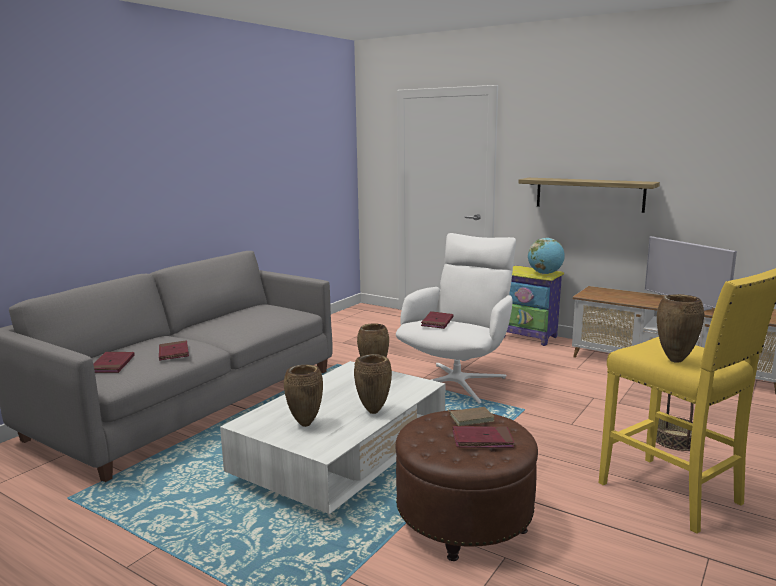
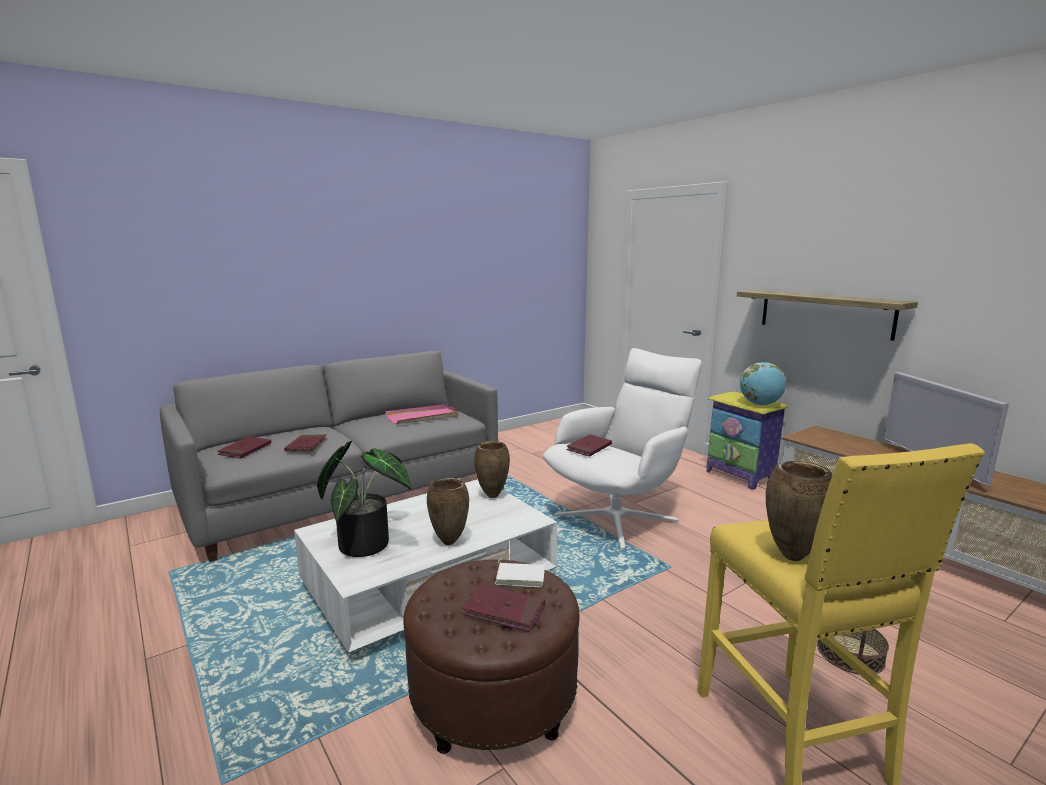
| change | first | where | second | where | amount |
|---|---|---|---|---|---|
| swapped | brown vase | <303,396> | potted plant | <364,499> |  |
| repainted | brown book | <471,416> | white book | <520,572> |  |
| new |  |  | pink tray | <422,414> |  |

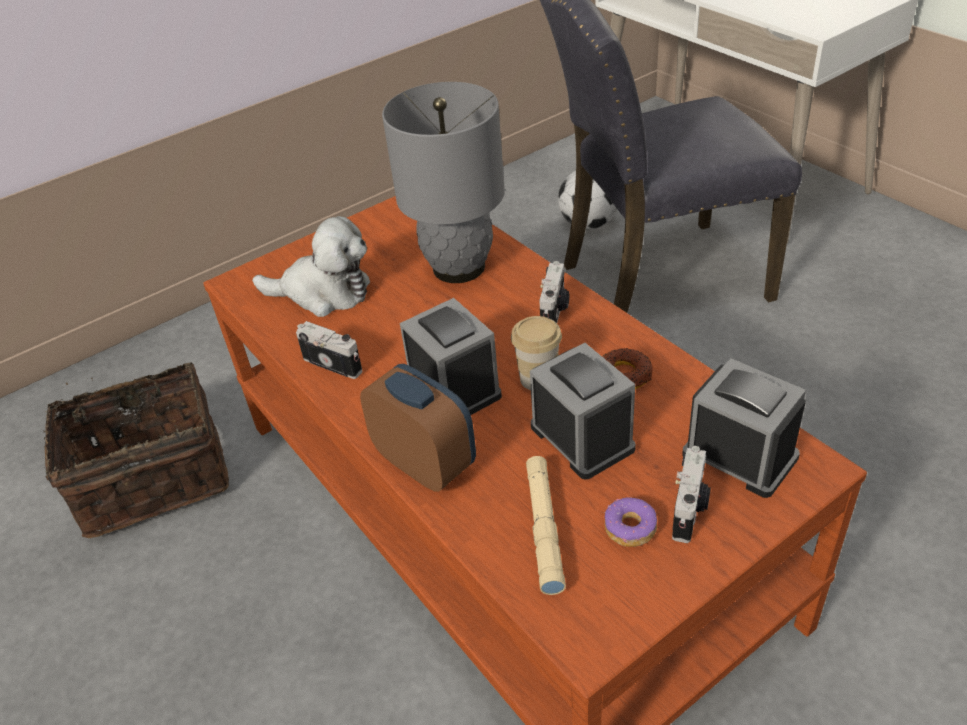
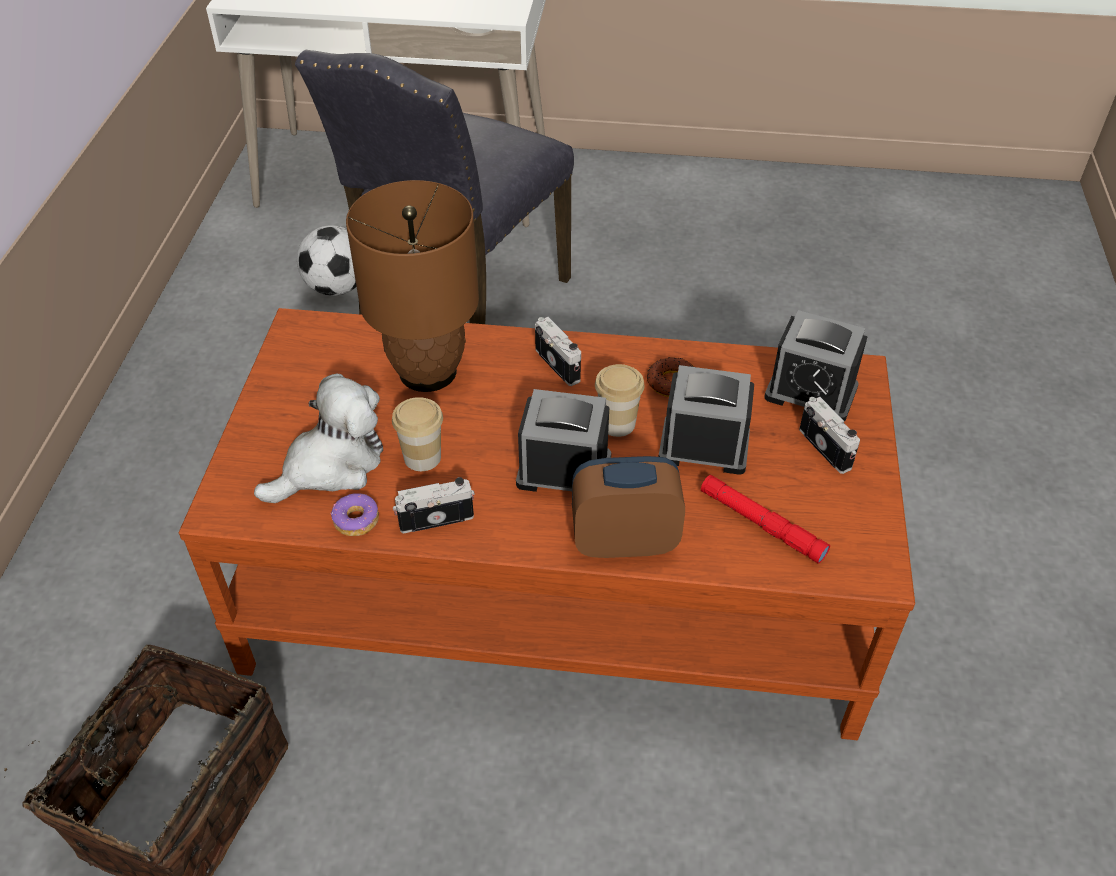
| change | first | where | second | where | amount |
|---|---|---|---|---|---|
| repainted | grey table lamp | <443,182> | brown table lamp | <412,286> |  |
| rotated | alarm clock | <744,428> |  | <816,365> | 150 degrees counterclockwise |
| repainted | beige flashlight | <546,525> | red flashlight | <765,519> |  |
| shifted | donut | <631,522> |  | <355,514> |  |
| new |  |  | cup | <417,434> |  |

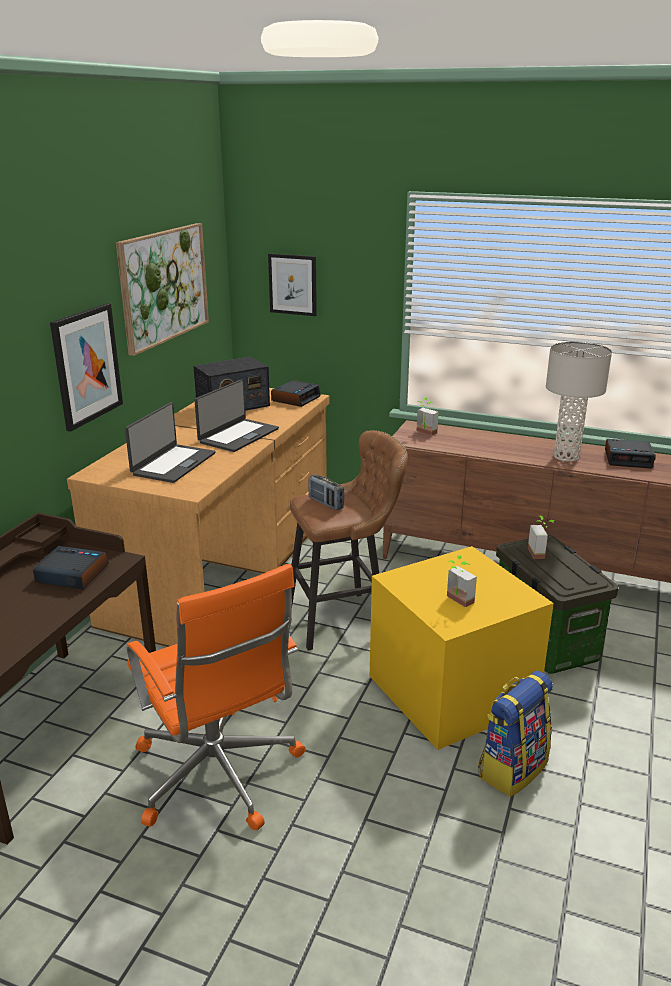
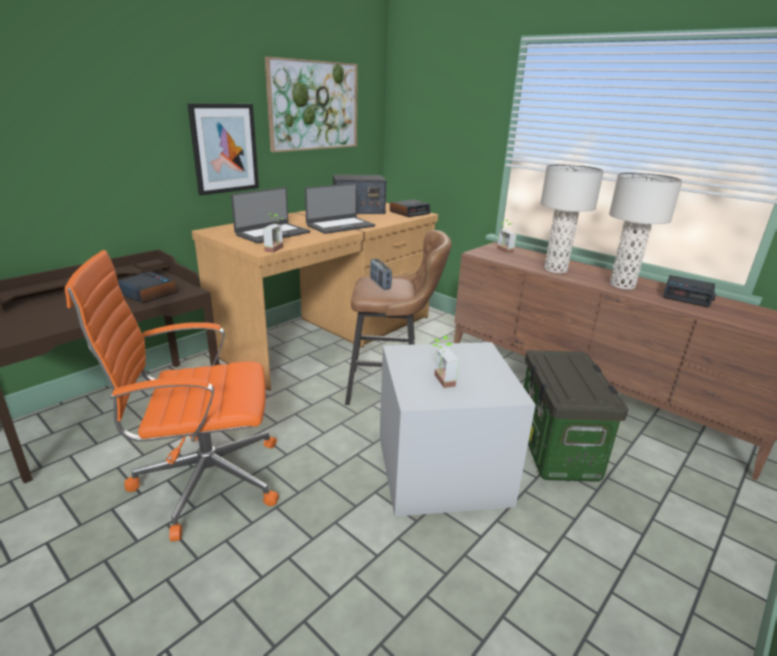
| change | first | where | second | where | amount |
|---|---|---|---|---|---|
| gone | picture | <292,284> |  |  |  |
| shifted | potted plant | <541,537> |  | <273,233> |  |
| repainted | yellow storage box | <462,648> | grey storage box | <458,429> |  |
| rotated | orange office chair | <216,697> |  | <172,396> | 90 degrees clockwise |
| gone | backpack | <515,734> |  |  |  |
| new |  |  | white table lamp | <572,218> |  |

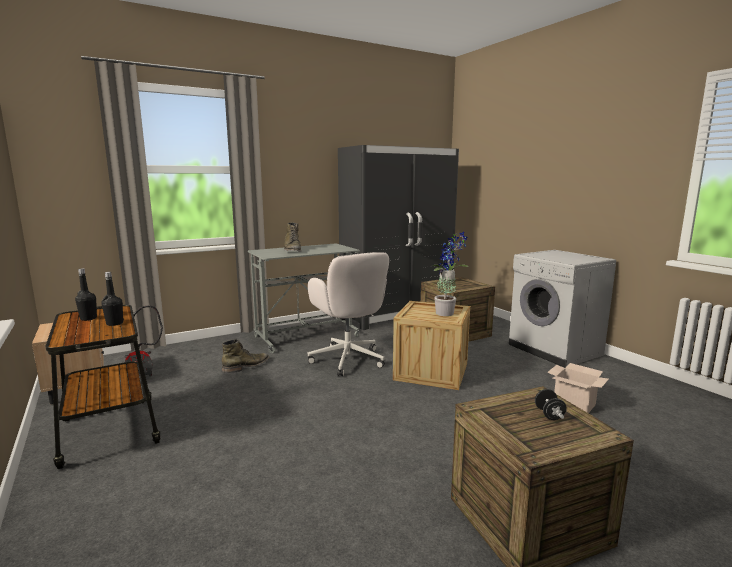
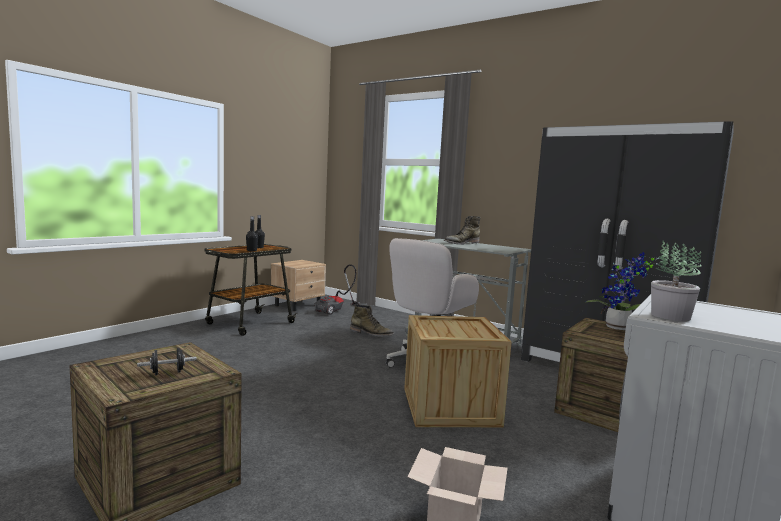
| change | first | where | second | where | amount |
|---|---|---|---|---|---|
| shifted | potted plant | <445,296> |  | <676,280> |  |

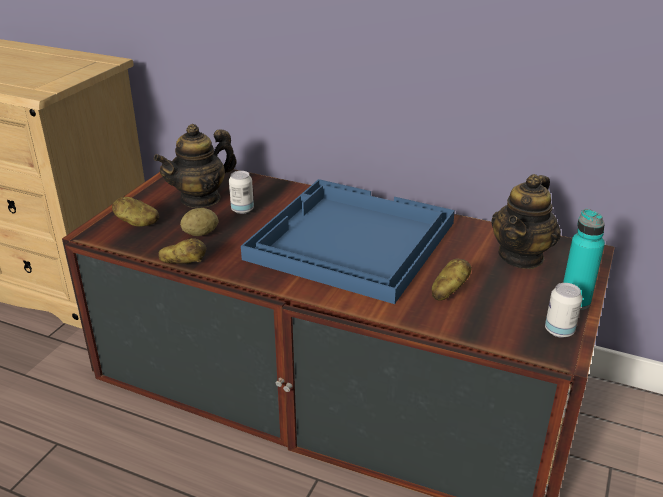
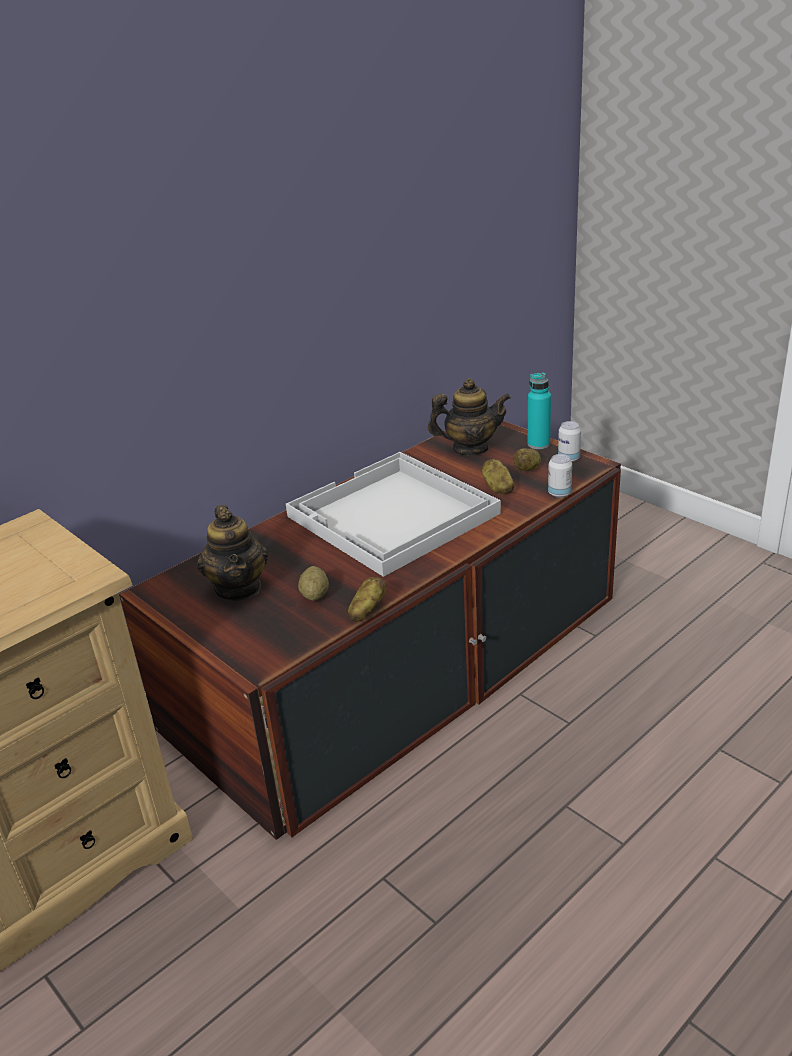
| change | first | where | second | where | amount |
|---|---|---|---|---|---|
| shifted | can | <241,192> |  | <560,476> |  |
| rotated | teapot | <526,221> |  | <469,417> | 60 degrees counterclockwise |
| repainted | blue tray | <348,241> | white tray | <393,514> |  |
| shifted | potato | <135,212> |  | <527,460> |  |

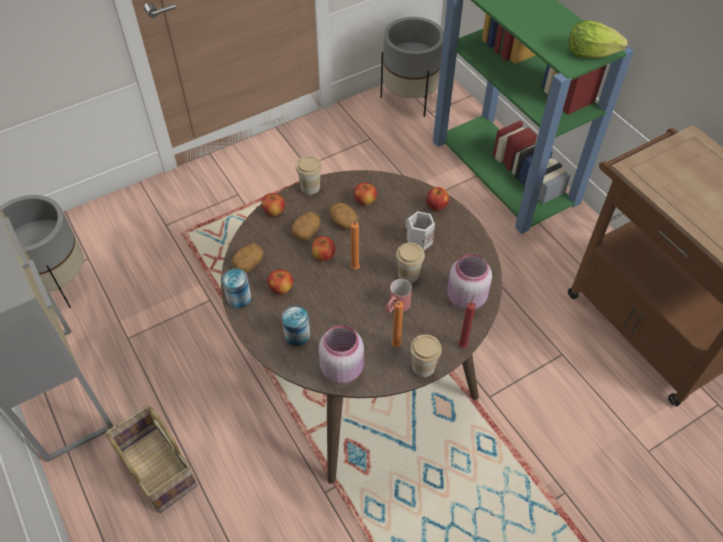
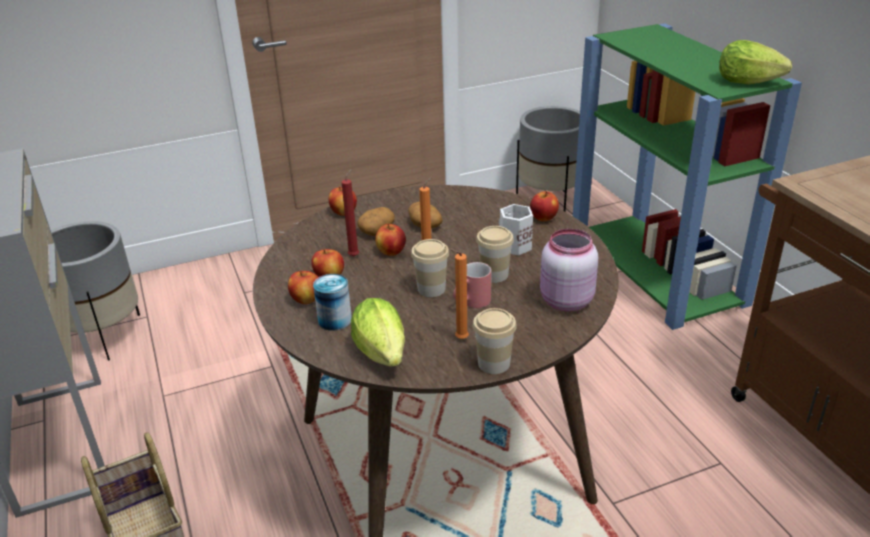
| change | first | where | second | where | amount |
|---|---|---|---|---|---|
| shifted | cup | <309,175> |  | <430,268> |  |
| shifted | apple | <365,194> |  | <303,287> |  |
| gone | potato | <247,258> |  |  |  |
| gone | can | <237,288> |  |  |  |
| shifted | red candle | <467,321> |  | <350,213> |  |
| swapped | pink jar | <341,354> | lettuce | <378,332> |  |

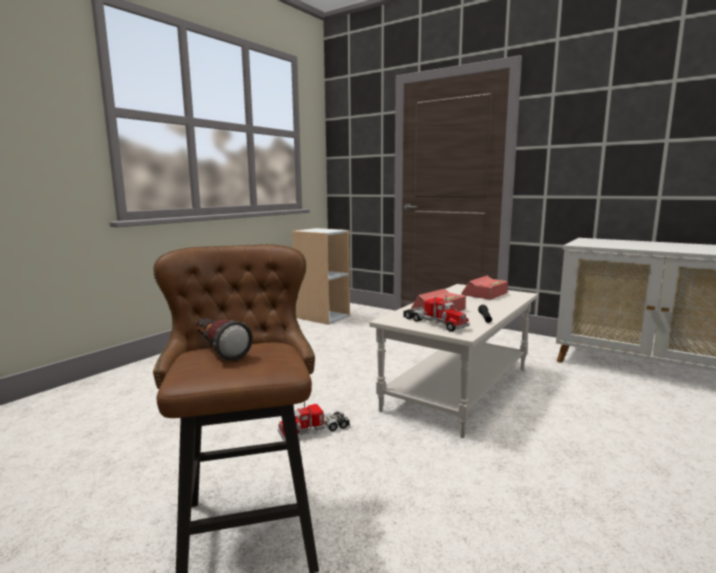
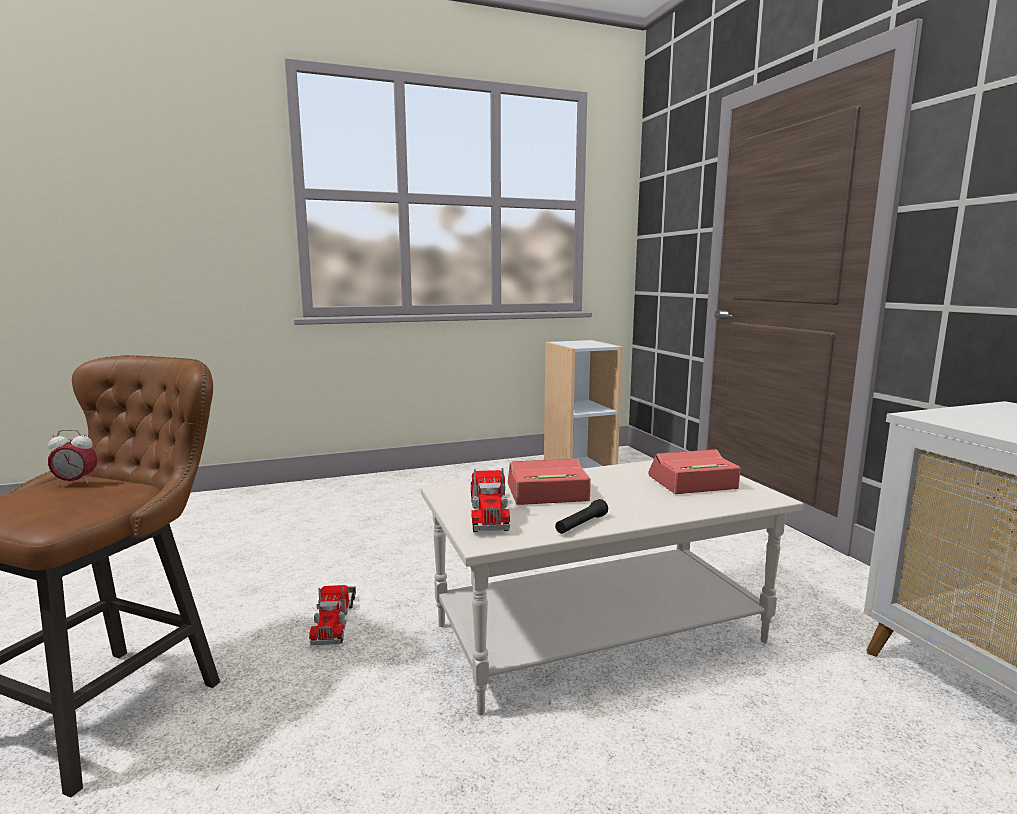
| change | first | where | second | where | amount |
|---|---|---|---|---|---|
| swapped | flashlight | <224,339> | alarm clock | <72,457> |  |
| rotated | toy truck | <314,421> |  | <332,615> | 105 degrees counterclockwise |

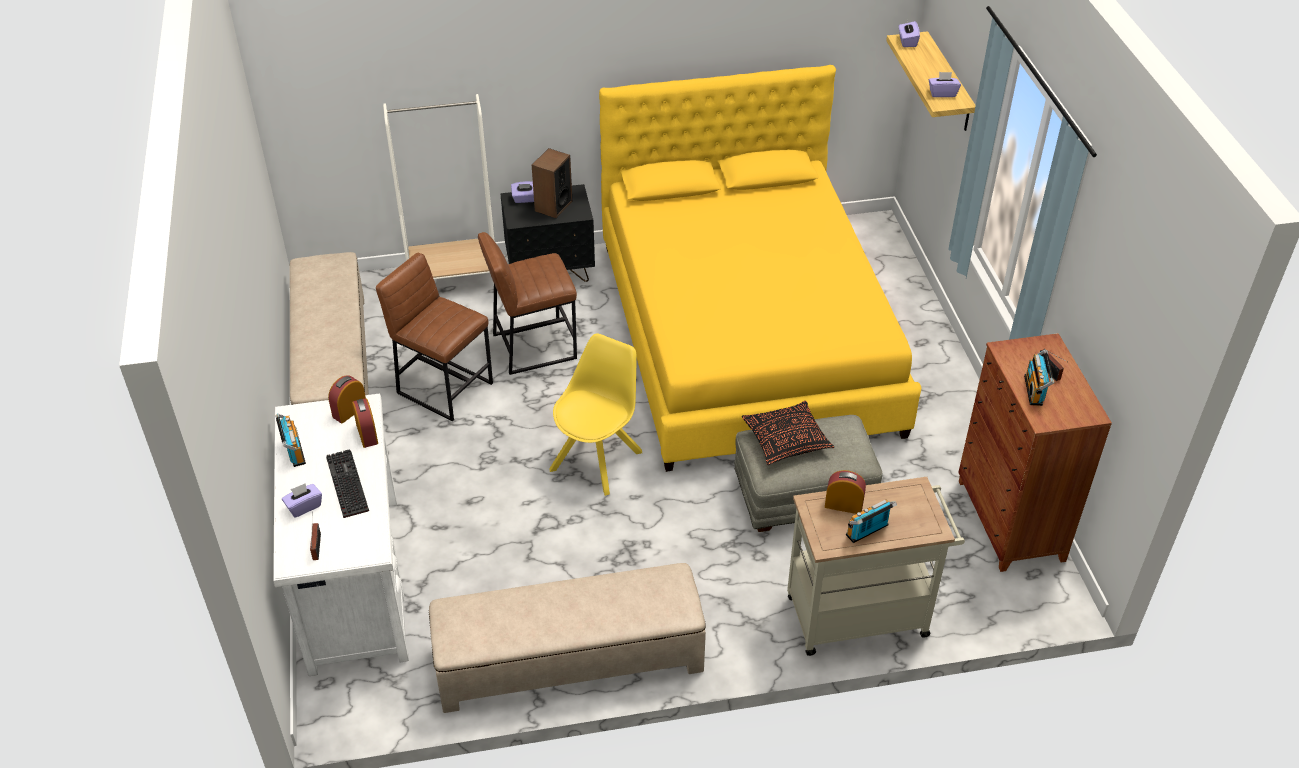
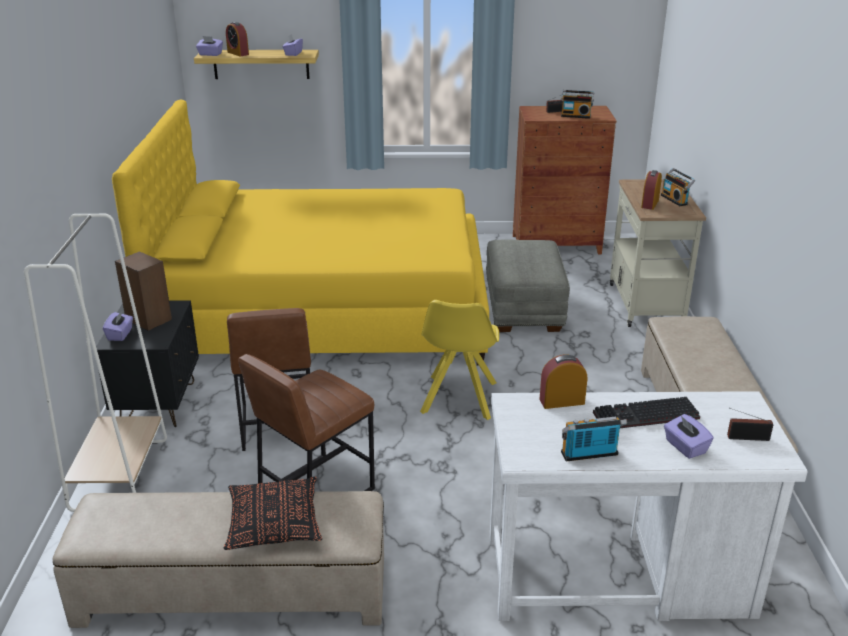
| change | first | where | second | where | amount |
|---|---|---|---|---|---|
| rotated | yellow chair | <595,415> |  | <459,360> | 120 degrees counterclockwise |
| shifted | alarm clock | <347,399> |  | <237,39> |  |
| shifted | black pillow | <788,433> |  | <273,513> |  |

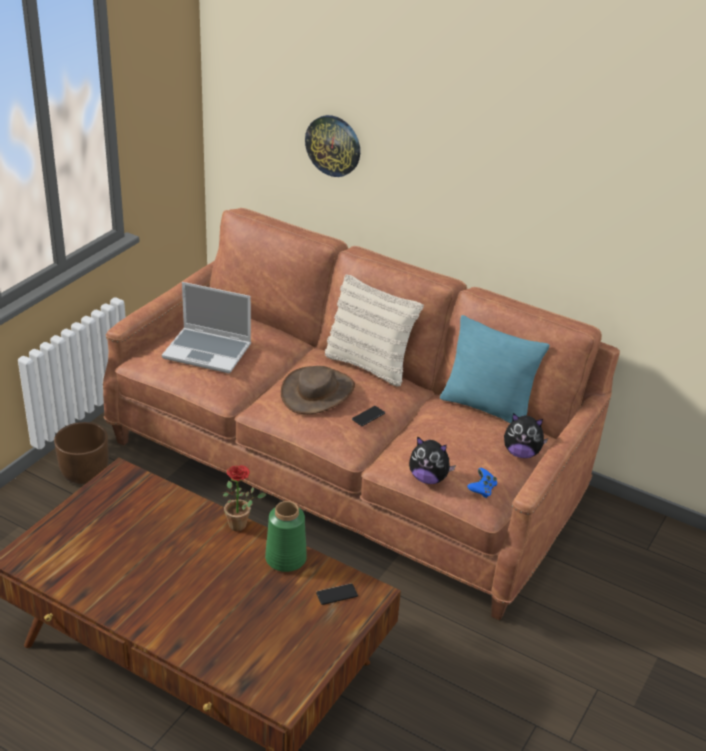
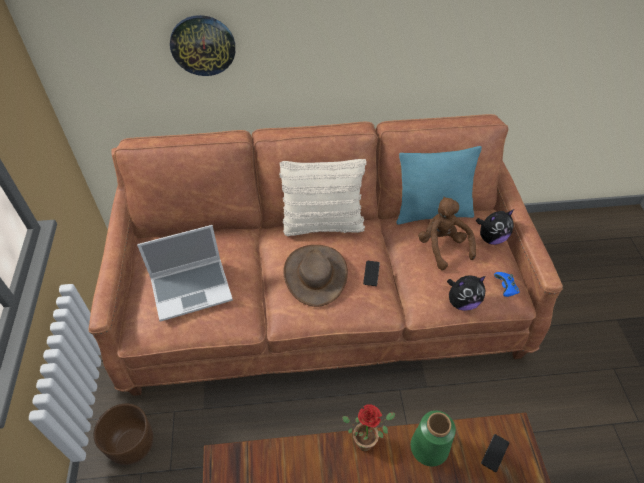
| change | first | where | second | where | amount |
|---|---|---|---|---|---|
| new |  |  | brown plush toy | <447,233> |  |

